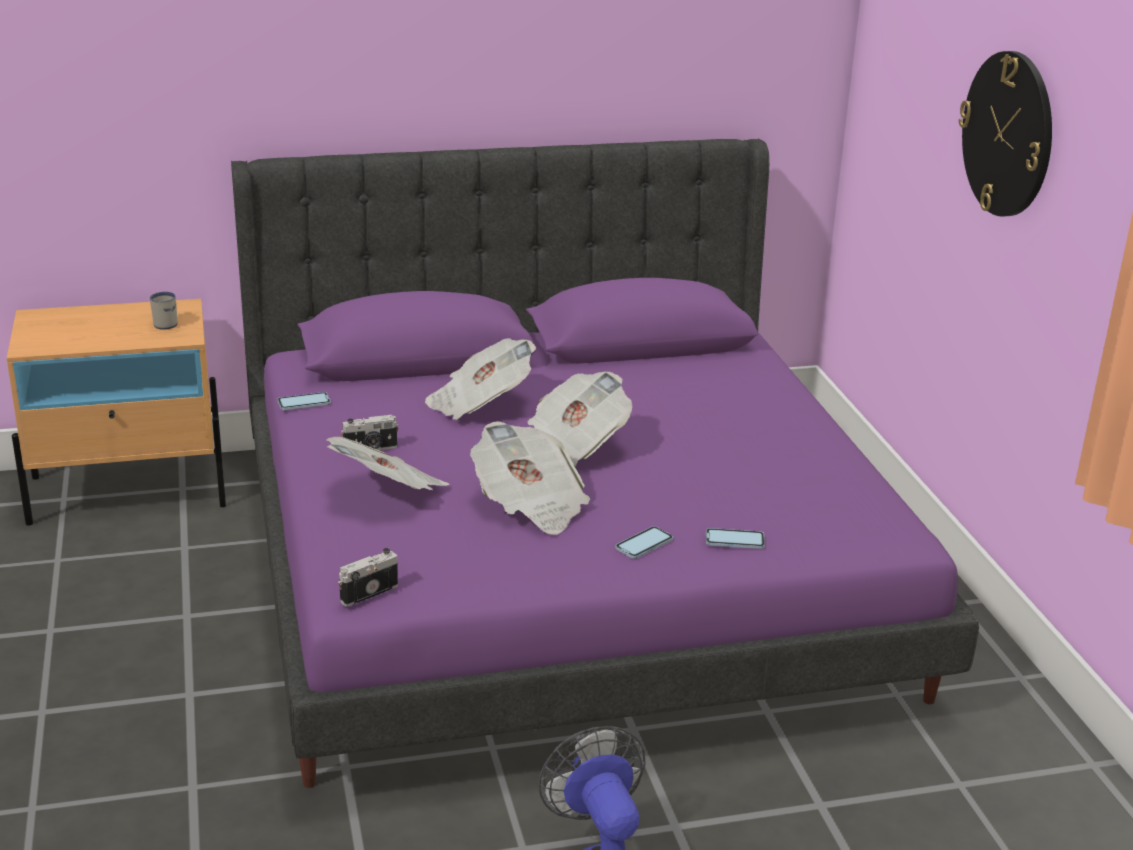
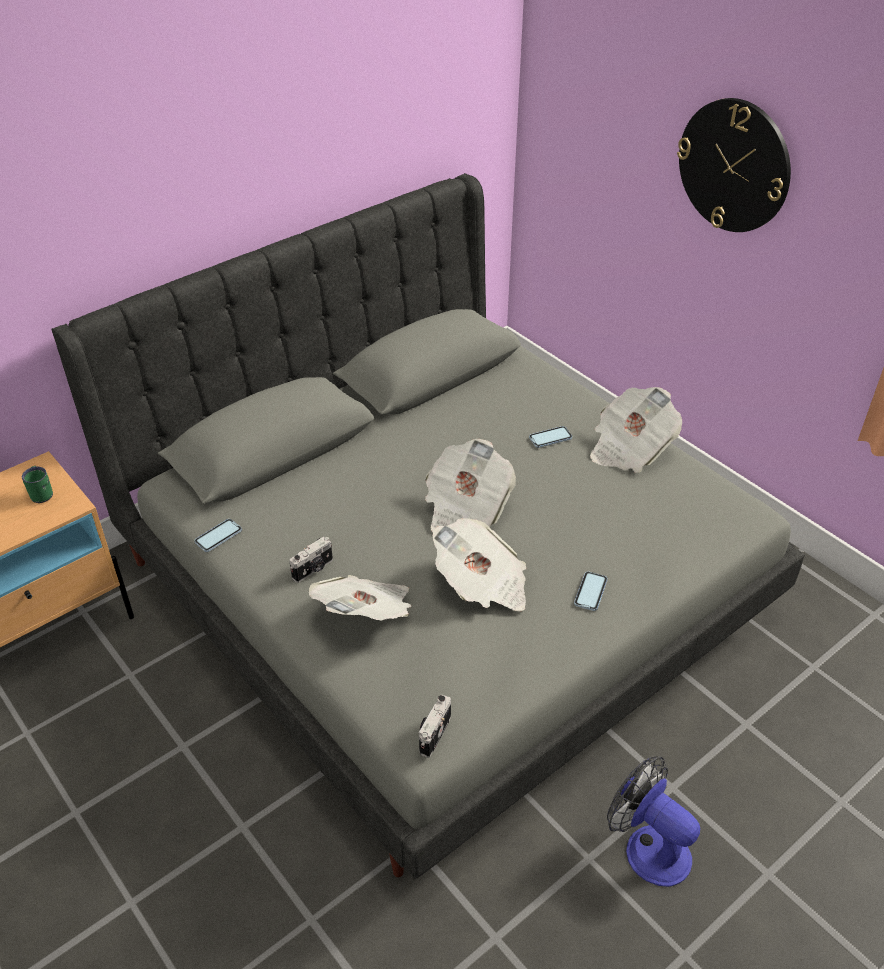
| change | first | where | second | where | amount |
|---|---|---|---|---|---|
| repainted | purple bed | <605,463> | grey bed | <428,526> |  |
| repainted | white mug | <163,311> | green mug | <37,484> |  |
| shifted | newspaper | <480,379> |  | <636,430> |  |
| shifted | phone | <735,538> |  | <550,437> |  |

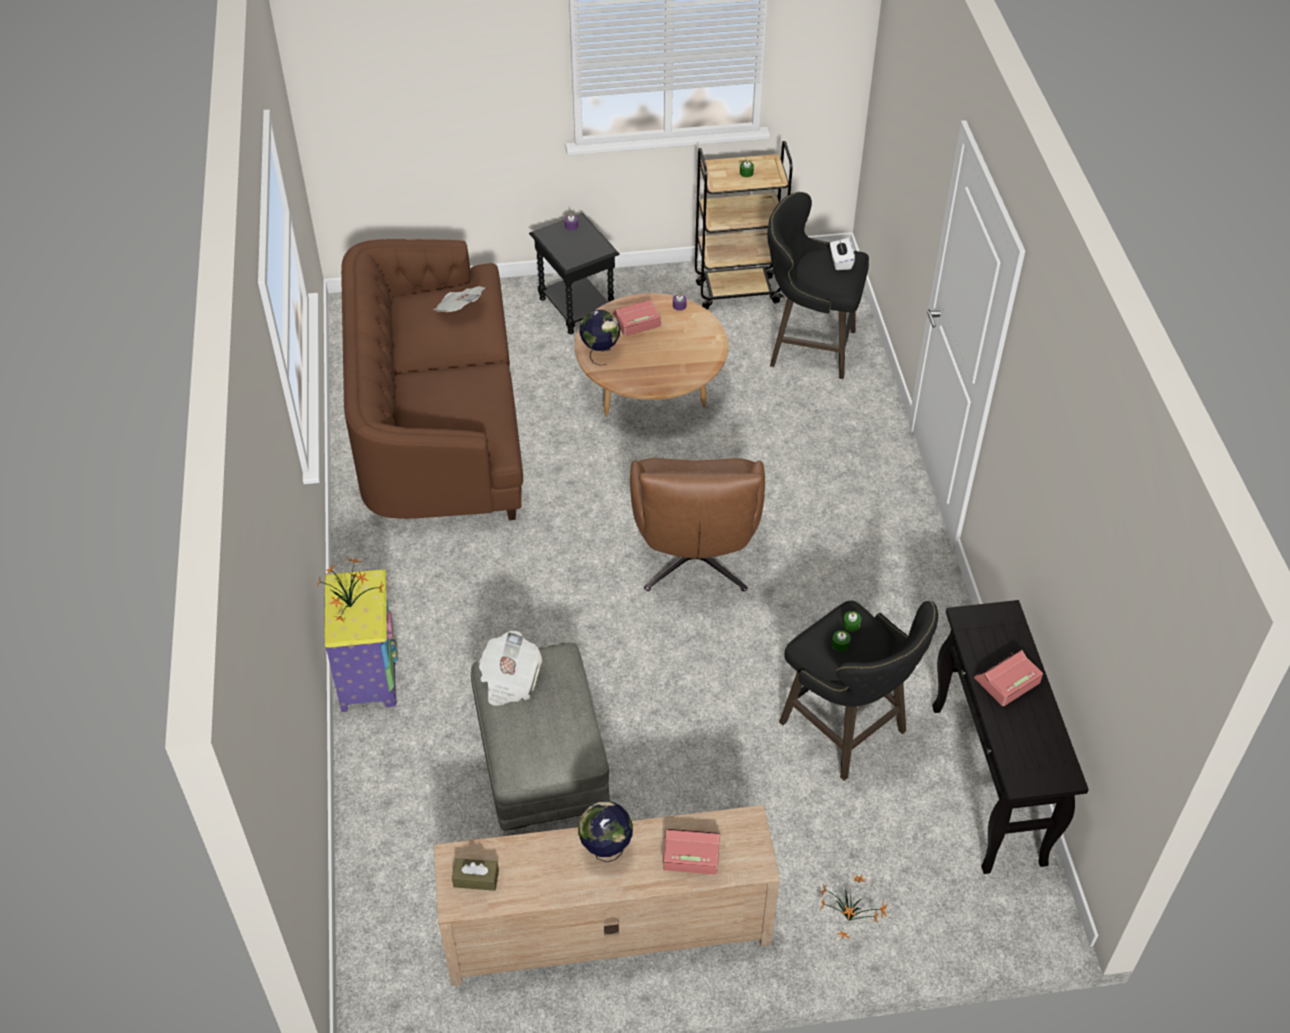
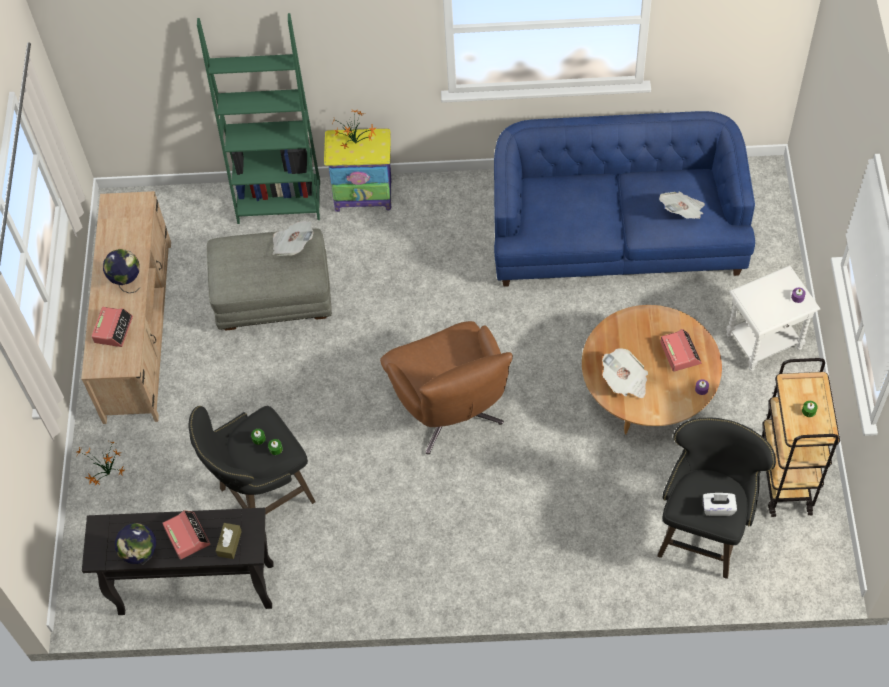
| change | first | where | second | where | amount |
|---|---|---|---|---|---|
| repainted | black side table | <574,273> | white side table | <773,318> |  |
| repainted | brown sofa | <432,379> | blue sofa | <624,199> |  |
| shifted | globe | <599,337> |  | <135,544> |  |
| rotated | brown armchair | <697,524> |  | <446,387> | 120 degrees counterclockwise |
| shifted | brown tissue box | <475,874> |  | <229,541> |  |
| new |  |  | green bookcase | <258,118> |  |
| new |  |  | newspaper | <625,373> |  |

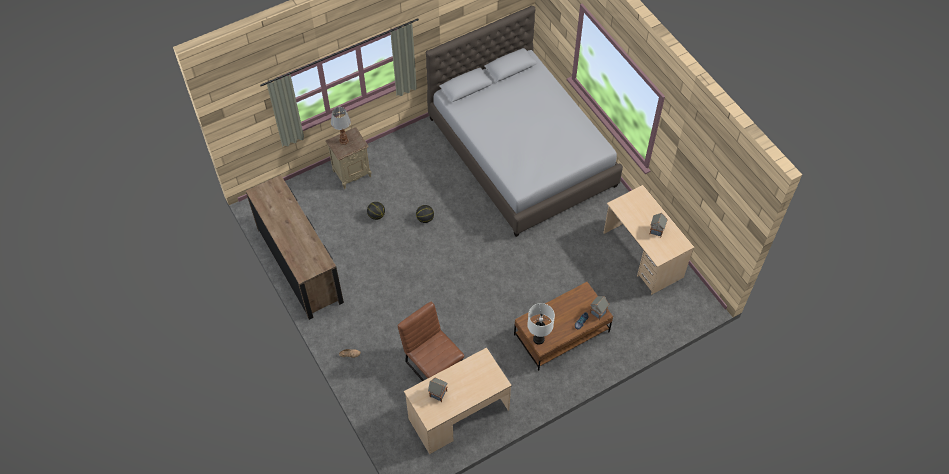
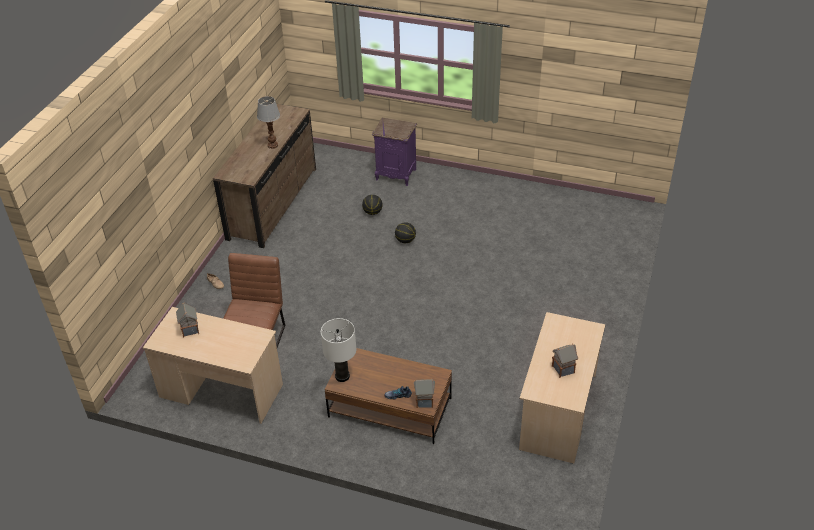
| change | first | where | second | where | amount |
|---|---|---|---|---|---|
| gone | grey bed | <524,121> |  |  |  |
| shifted | table lamp | <341,126> |  | <268,122> |  |
| repainted | beige nightstand | <348,158> | purple nightstand | <394,151> |  |

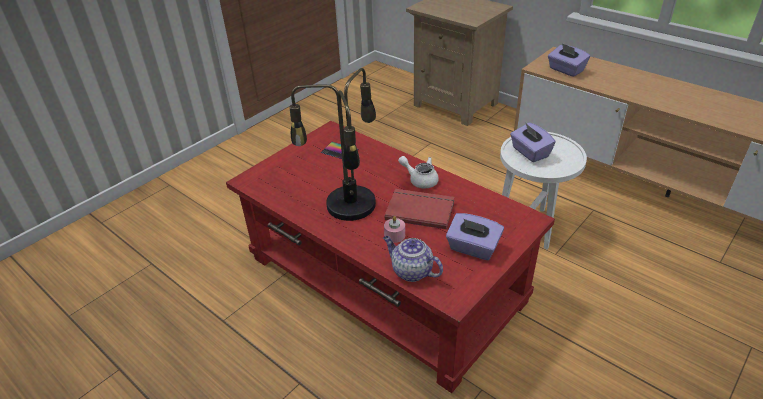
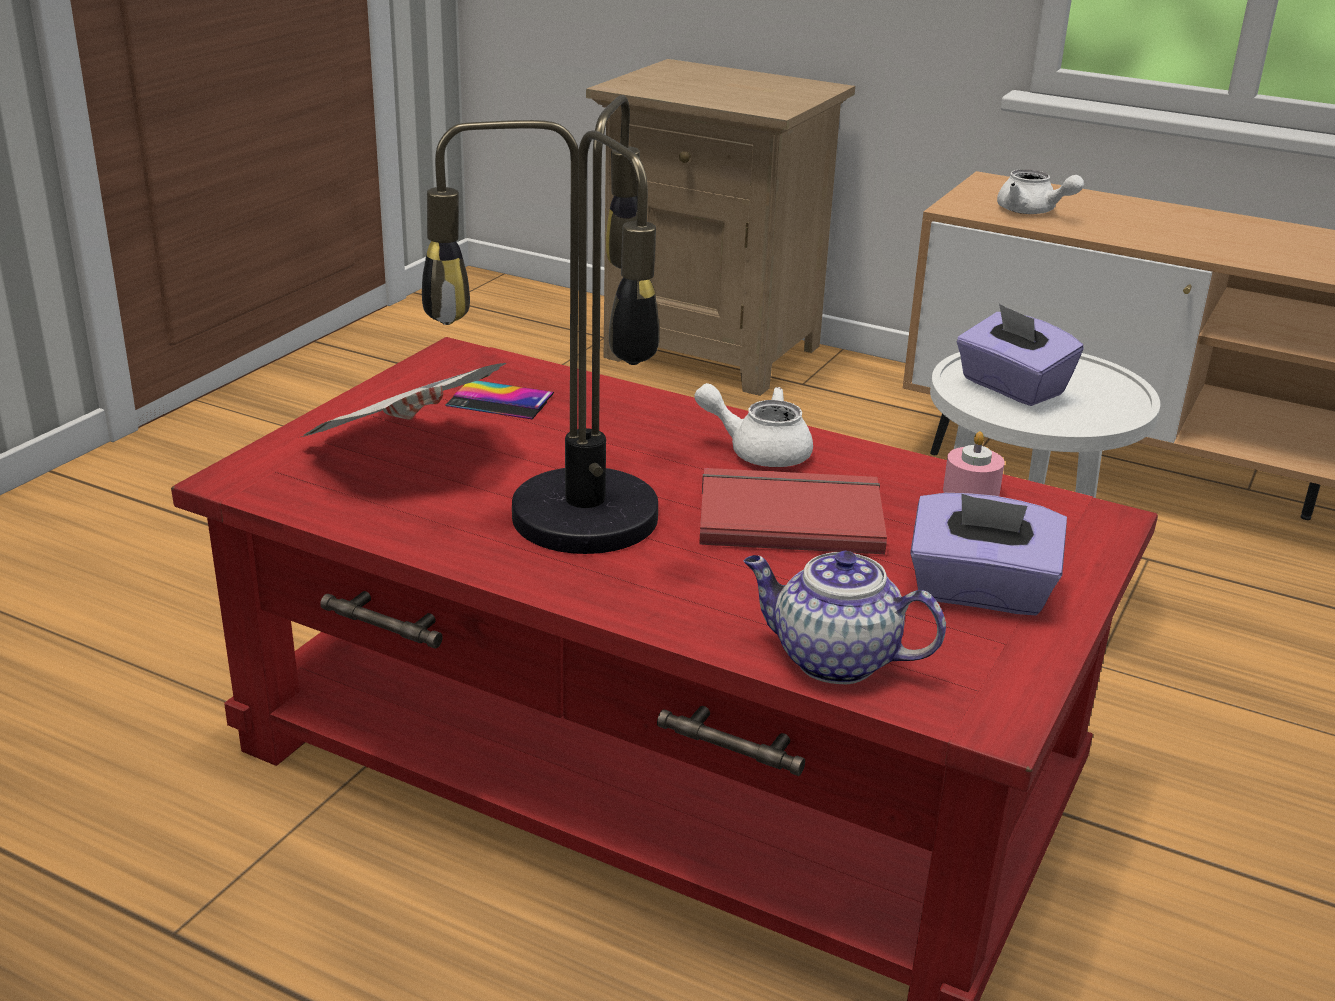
| change | first | where | second | where | amount |
|---|---|---|---|---|---|
| swapped | purple tissue box | <569,60> | white teapot | <1040,191> |  |
| shifted | pink candle | <394,229> |  | <974,463> |  |
| new |  |  | newspaper | <404,400> |  |

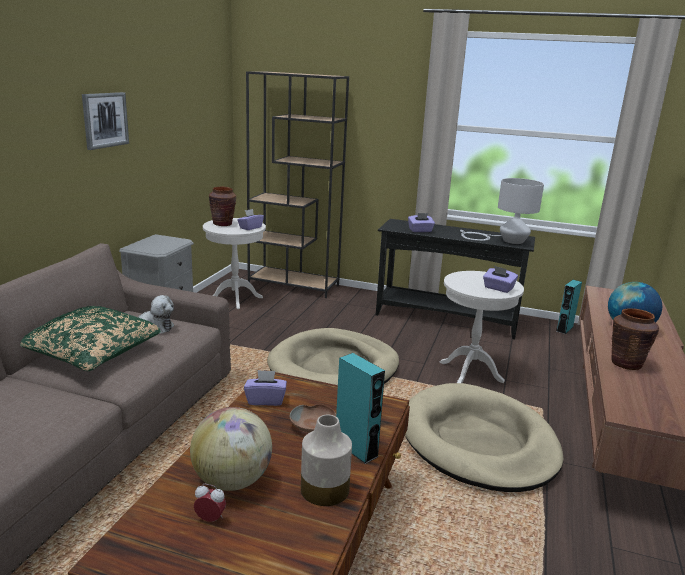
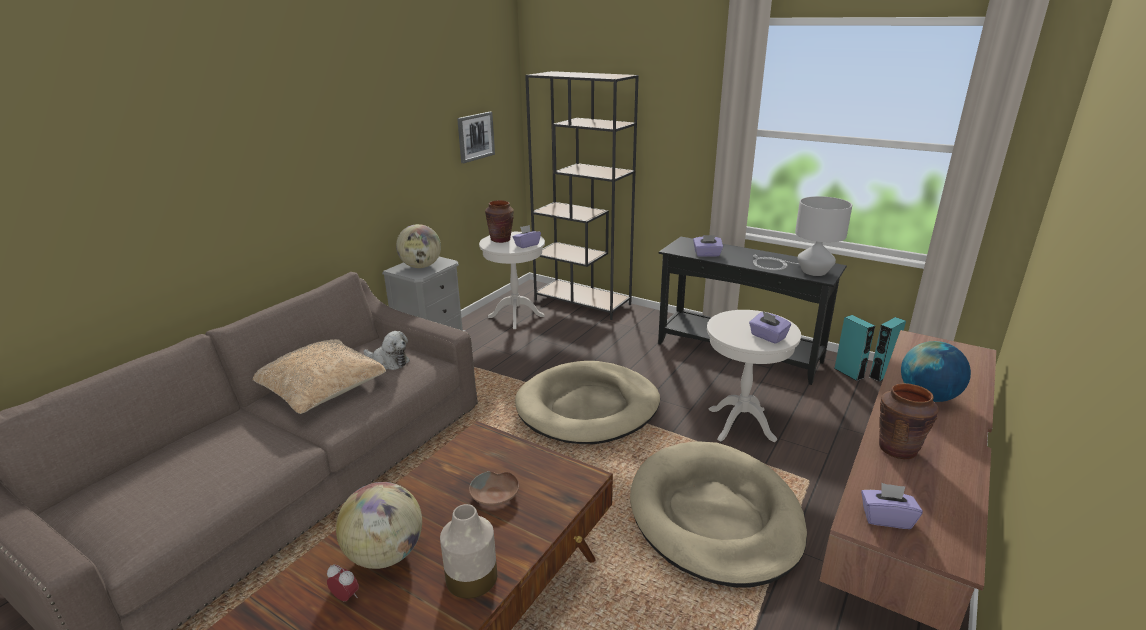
| change | first | where | second | where | amount |
|---|---|---|---|---|---|
| shifted | picture | <105,121> |  | <476,137> |  |
| repainted | green pillow | <90,338> | beige pillow | <319,376> |  |
| shifted | turquoise speaker | <360,408> |  | <854,348> |  |
| shifted | purple tissue box | <265,388> |  | <892,506> |  |
| new |  |  | globe | <418,246> |  |

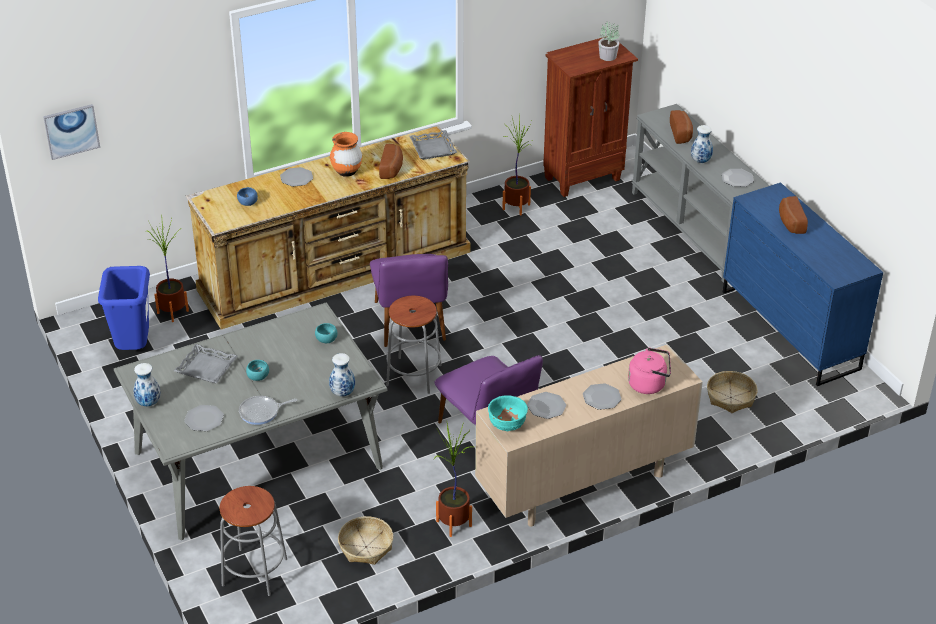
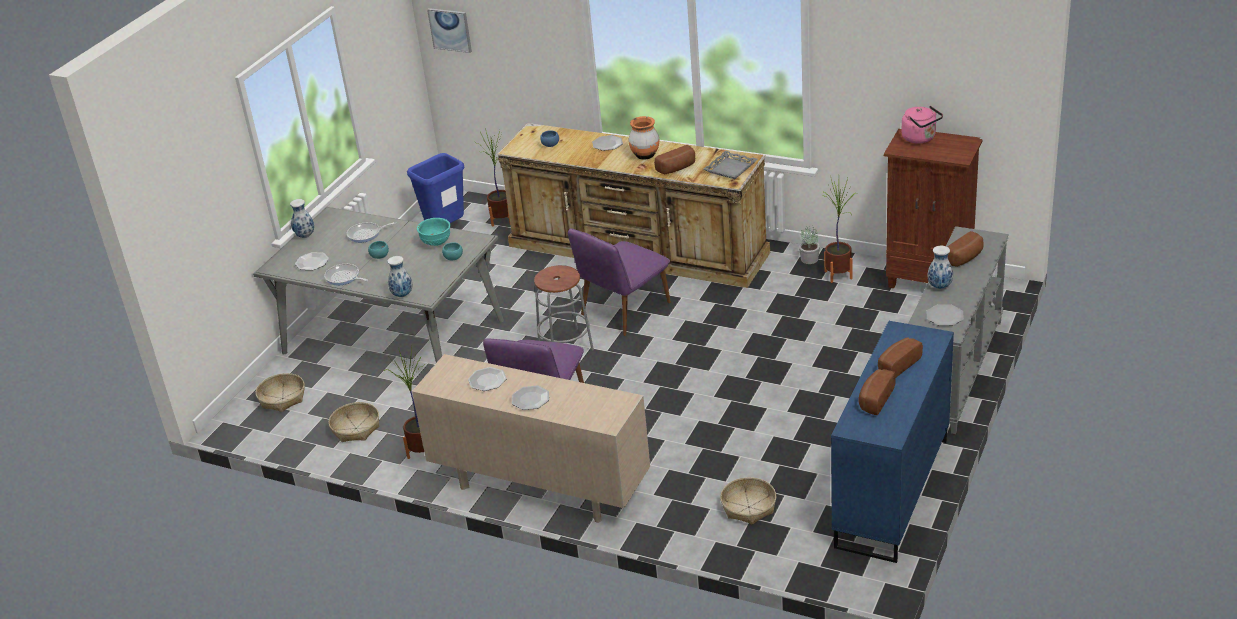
| change | first | where | second | where | amount |
|---|---|---|---|---|---|
| shifted | potted plant | <608,41> |  | <809,245> |  |
| swapped | grey tray | <206,363> | frying pan | <371,232> |  |
| shifted | pink kettle | <649,371> |  | <922,125> |  |
| shifted | turquoise bowl | <508,413> |  | <434,232> |  |
| swapped | grey stool | <253,541> | basket | <280,392> |  |
| new |  |  | bread | <877,392> |  |

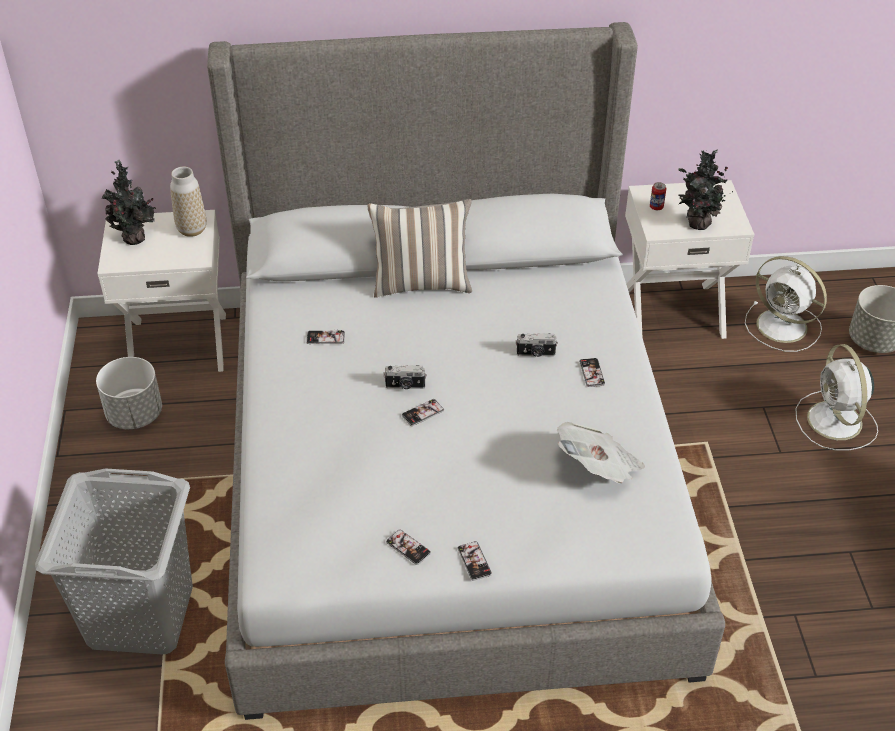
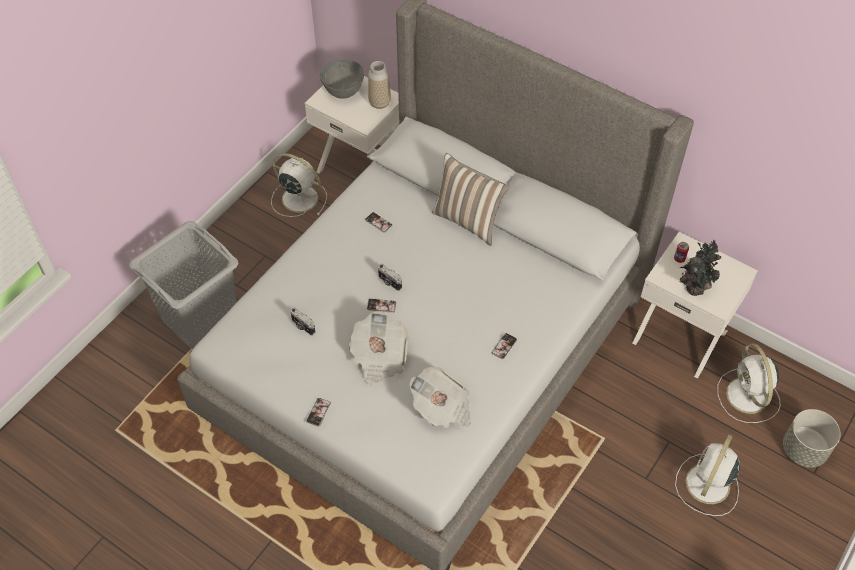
| change | first | where | second | where | amount |
|---|---|---|---|---|---|
| swapped | potted plant | <129,202> | grey bowl | <342,79> |  |
| shifted | photo camera | <537,345> |  | <302,321> |  |
| swapped | white planter | <129,393> | white fan | <299,185> |  |
| gone | phone | <408,547> |  |  |  |
| new |  |  | newspaper | <379,348> |  |

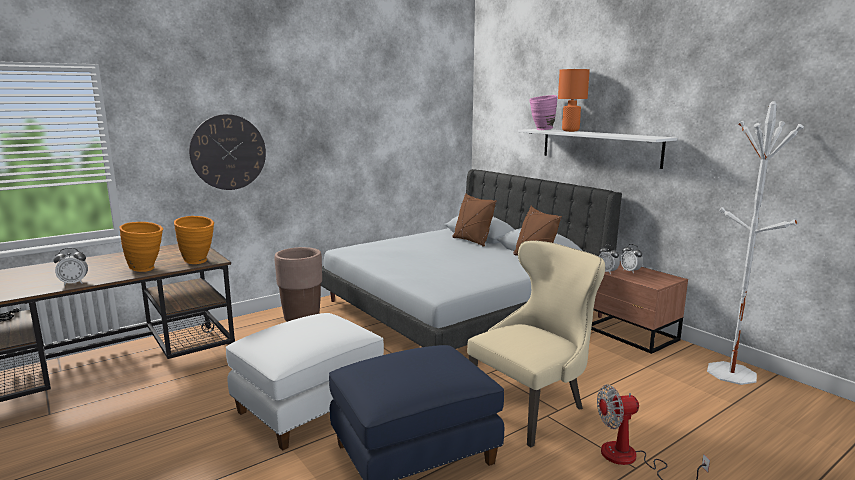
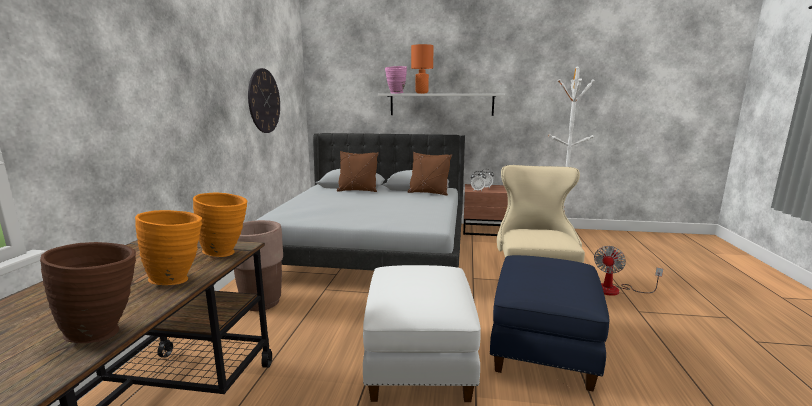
| change | first | where | second | where | amount |
|---|---|---|---|---|---|
| shifted | wall clock | <227,152> |  | <264,100> |  |
| swapped | alarm clock | <70,267> | brown vase | <88,292> |  |

